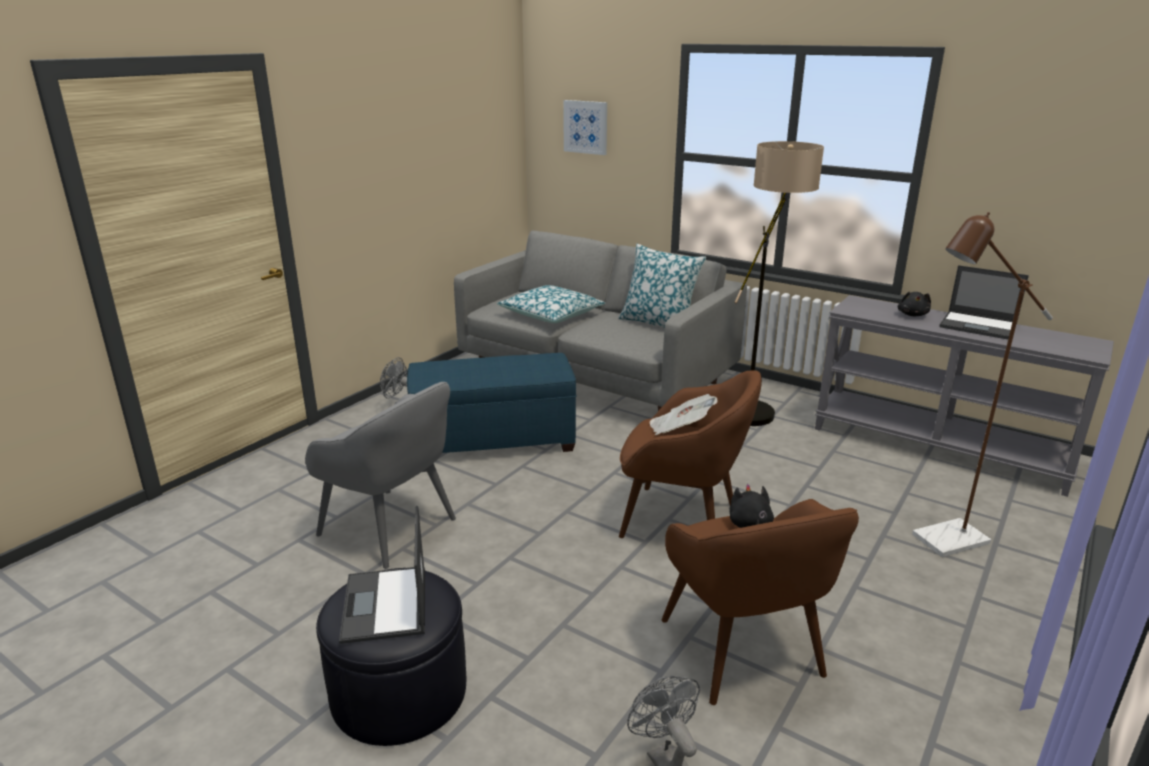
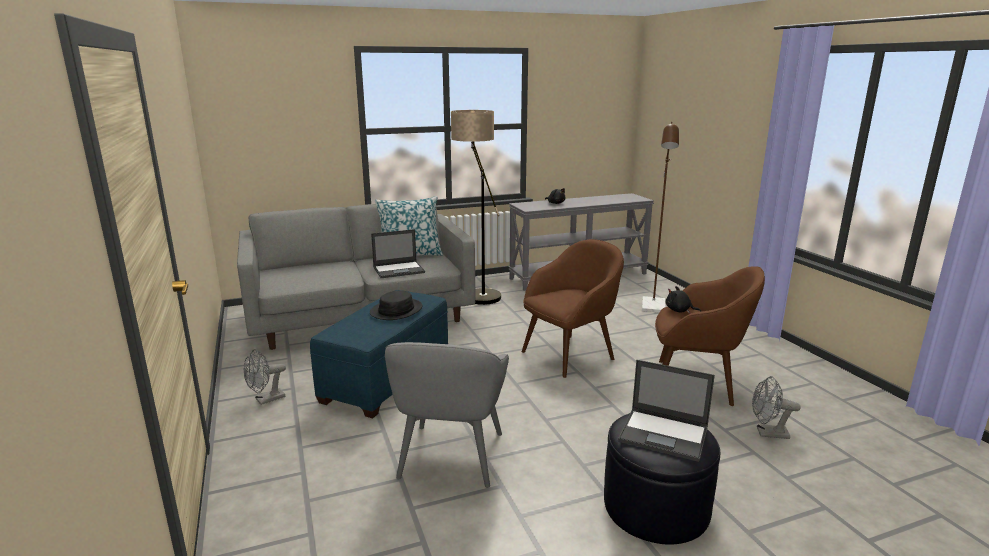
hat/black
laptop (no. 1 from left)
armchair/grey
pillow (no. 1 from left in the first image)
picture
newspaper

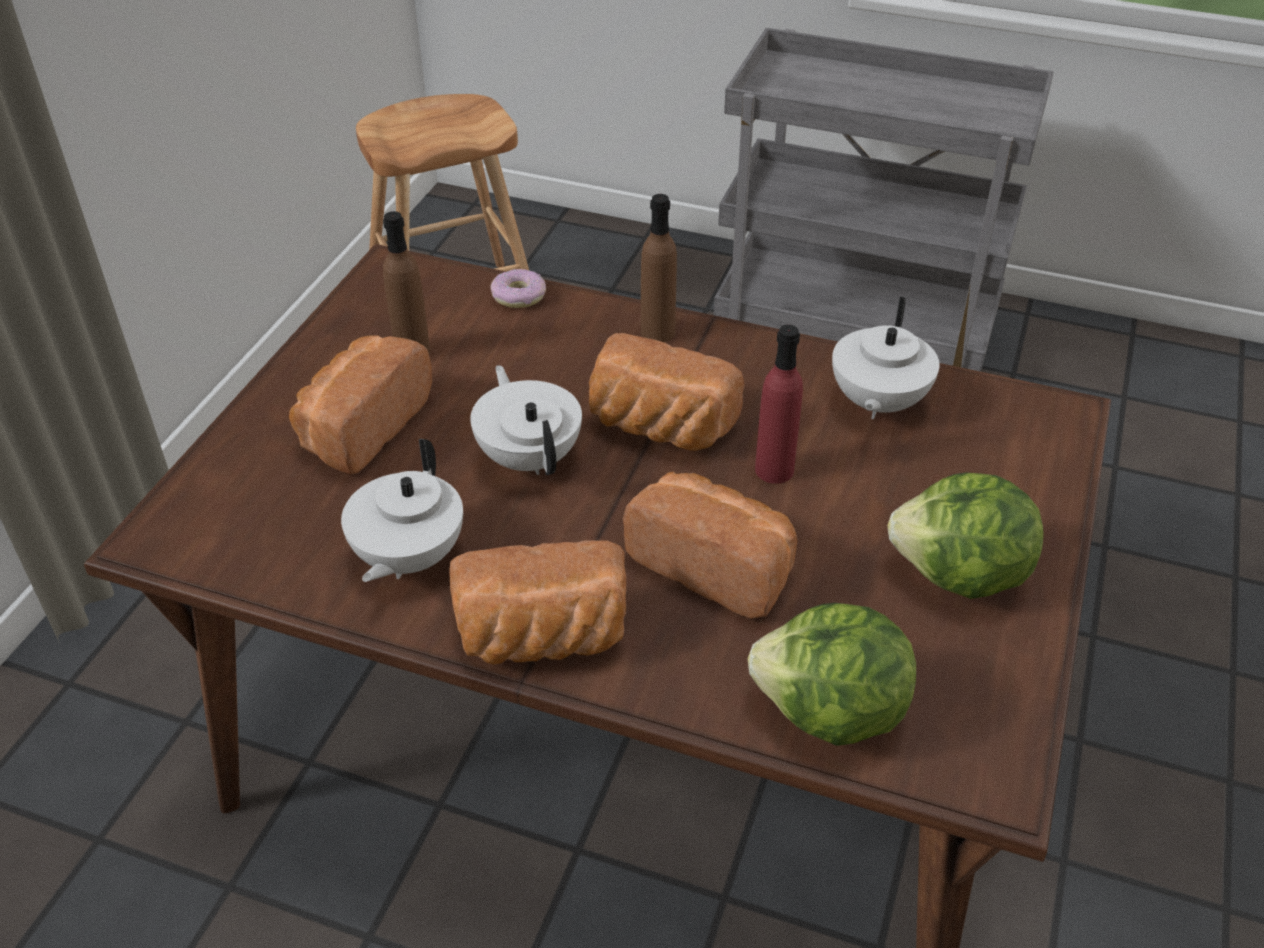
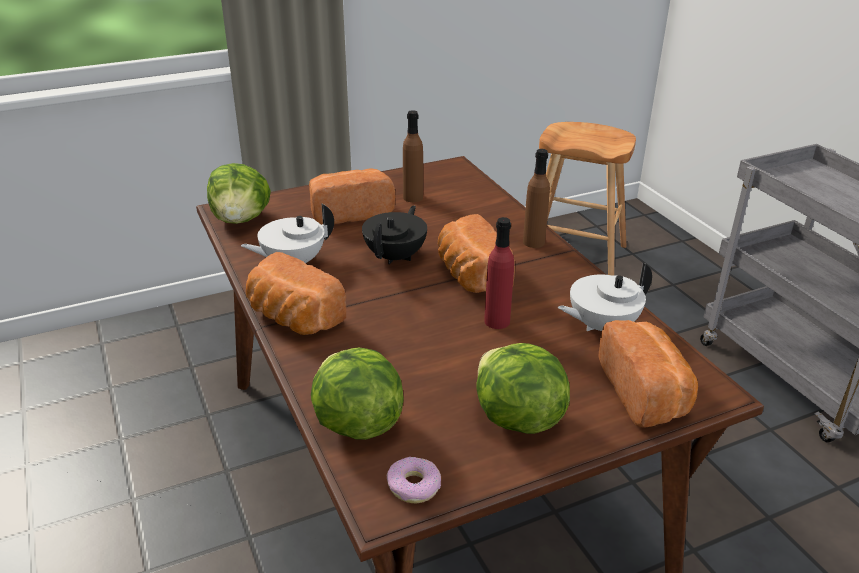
lettuce (no. 1 from left)
teapot/black
donut
bread (no. 4 from left)

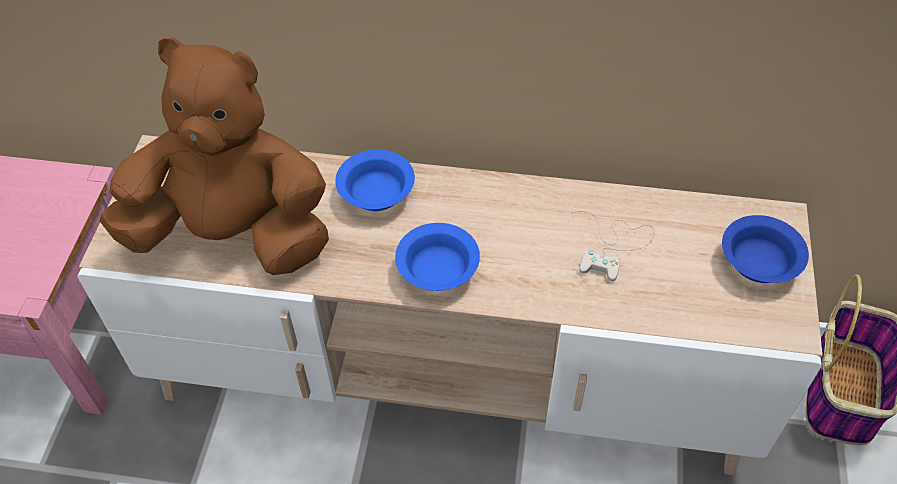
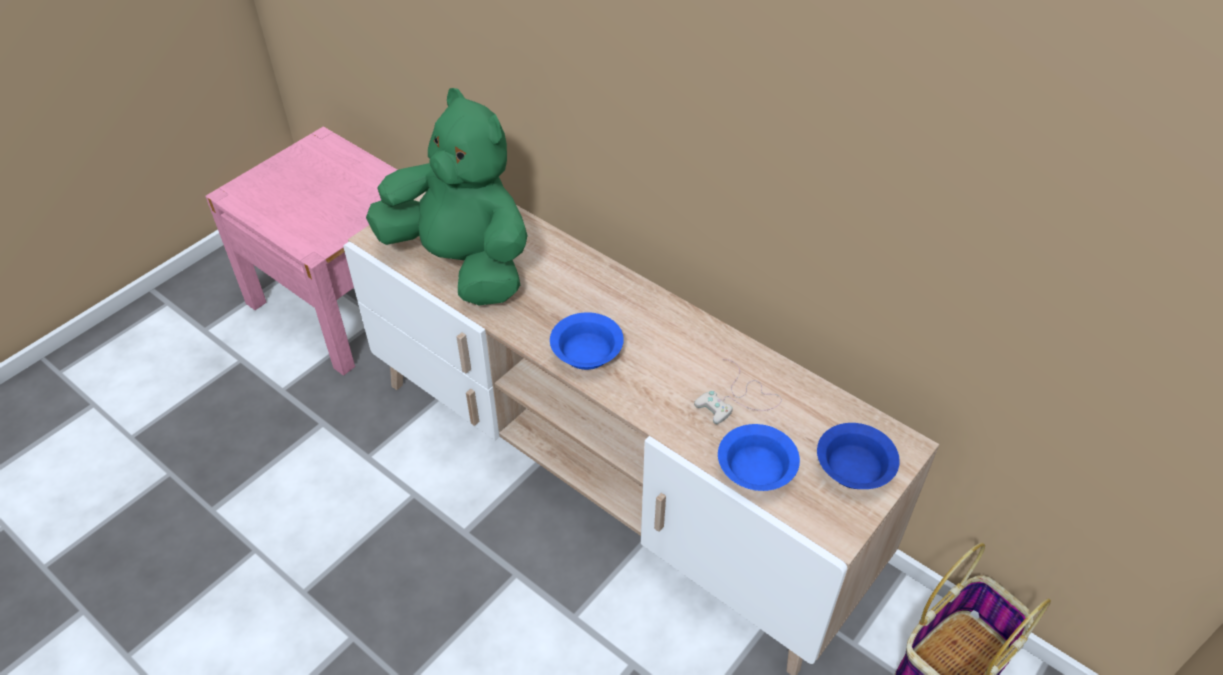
plush toy/green
bowl/blue (no. 2 from left)

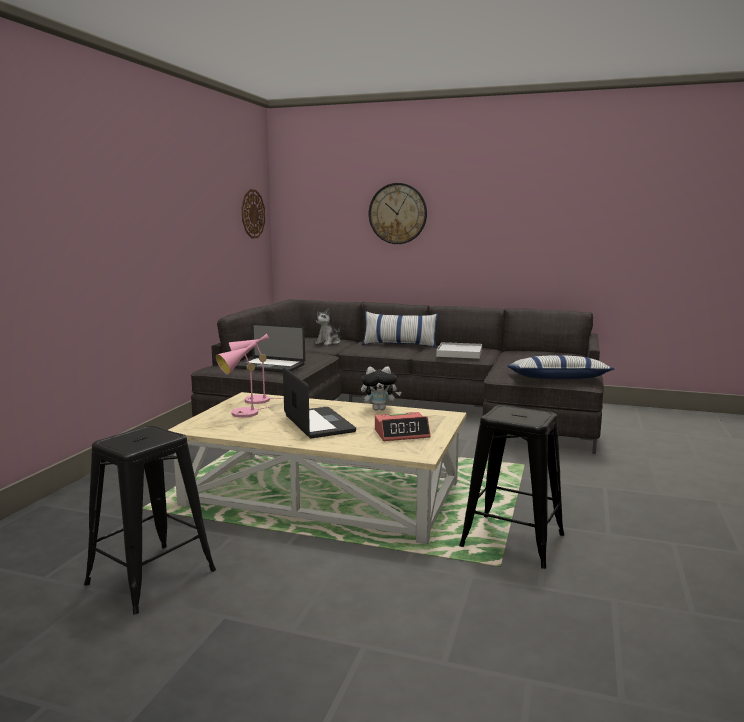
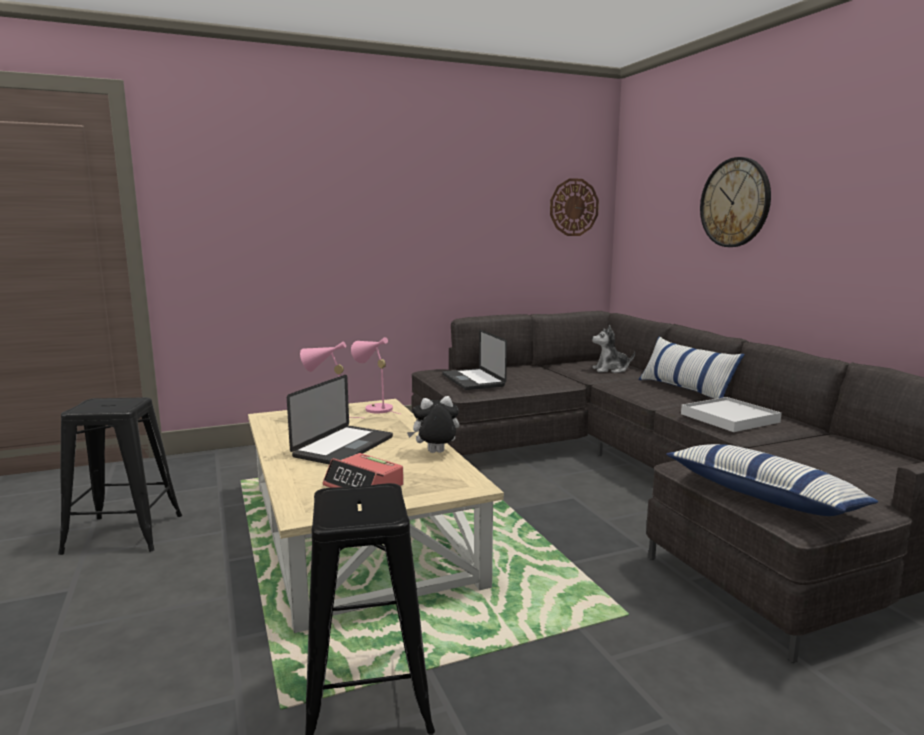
plush toy (no. 1 from left)

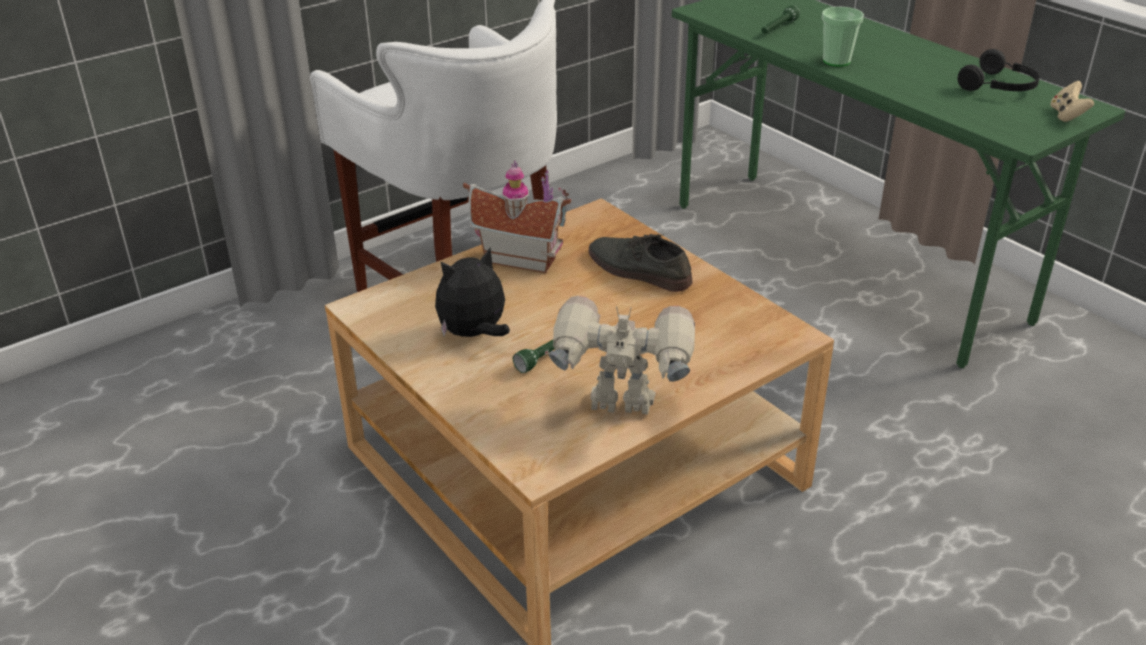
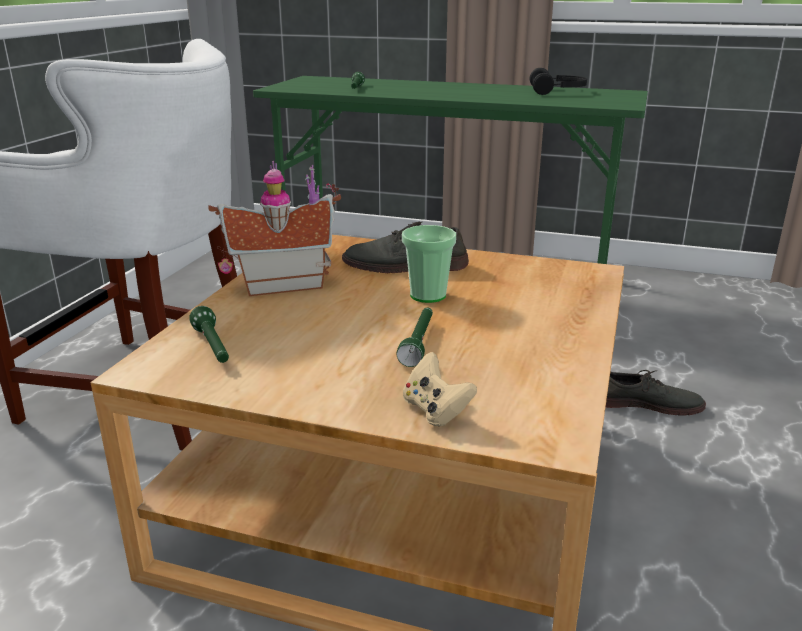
flashlight/green (no. 1 from left)
cup
game controller/beige
shoe/grey (no. 2 from left)
plush toy
toy robot

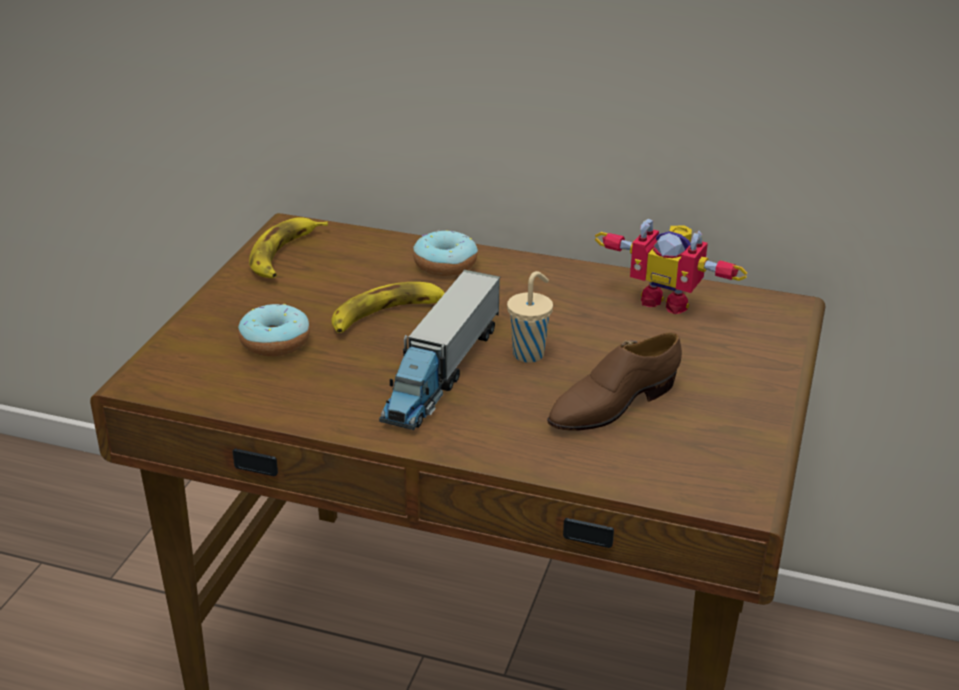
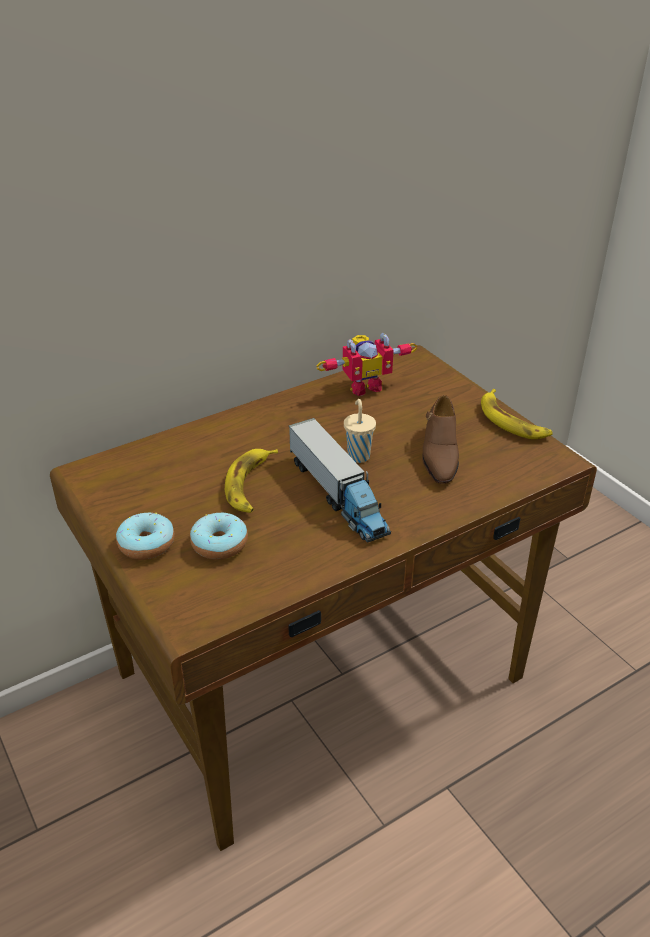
donut (no. 1 from left)
banana (no. 2 from left)

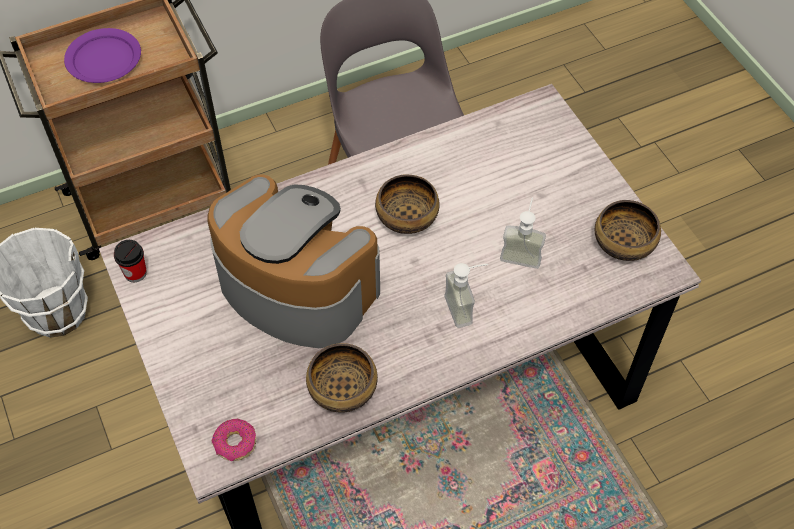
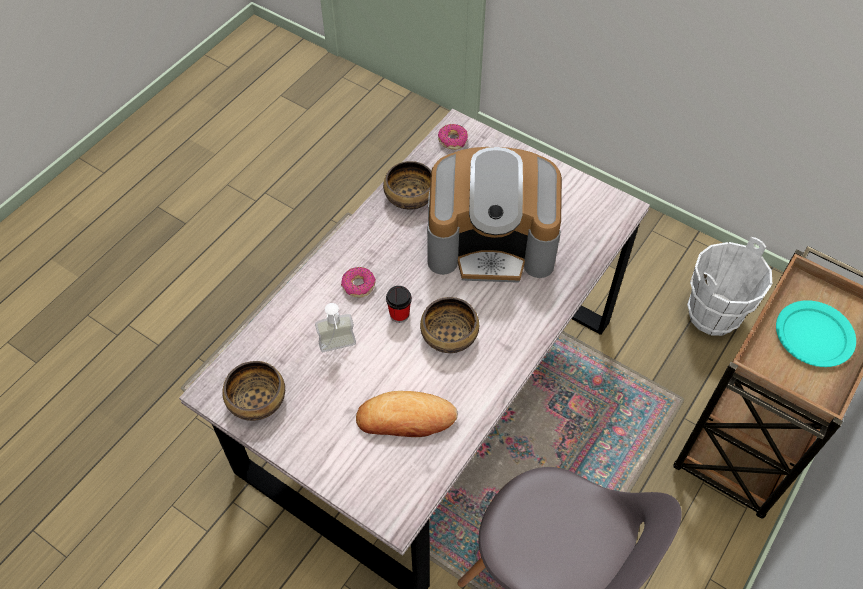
donut (no. 1 from left)
bread
cup
plate/turquoise

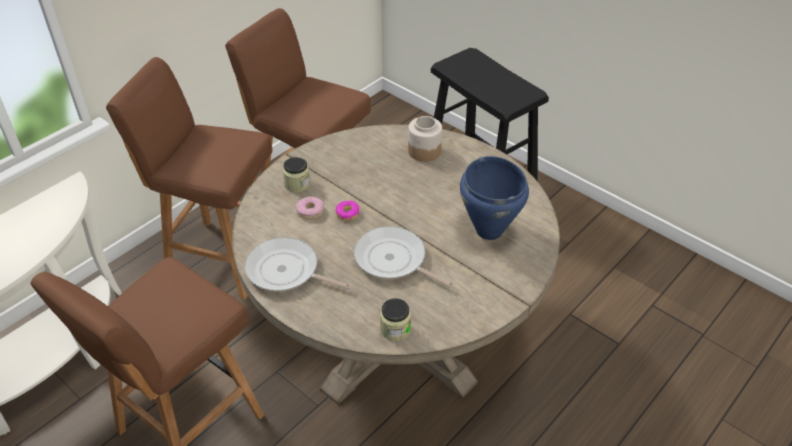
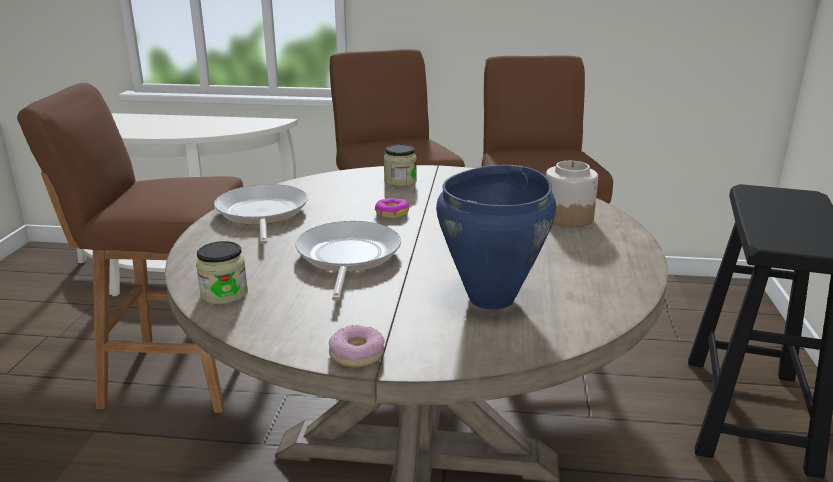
donut (no. 1 from left)

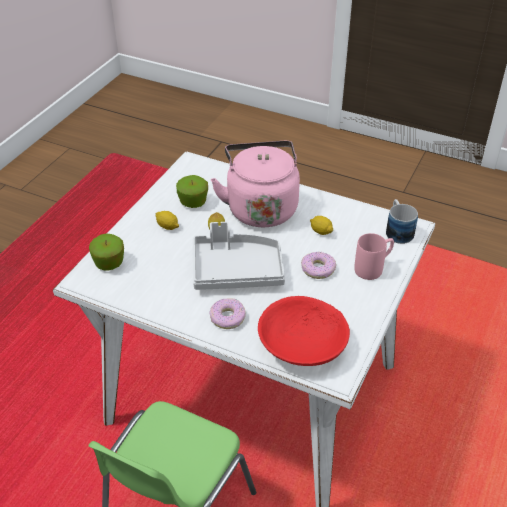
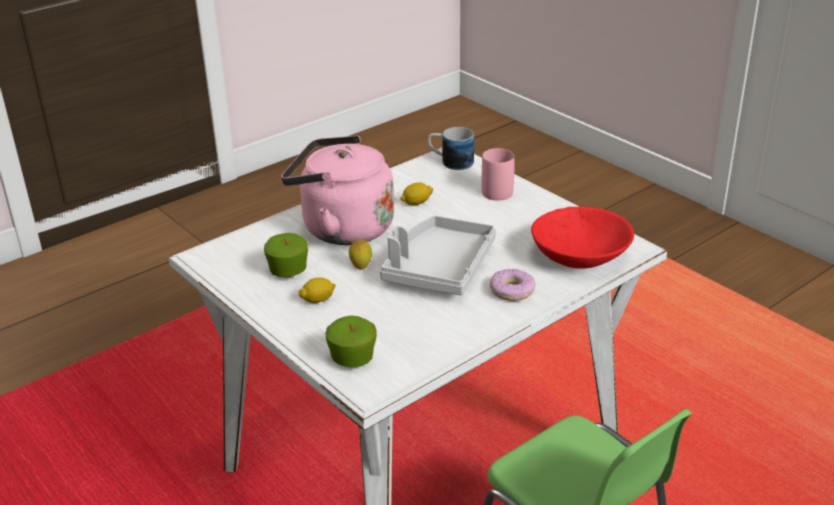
donut (no. 2 from left in the first image)

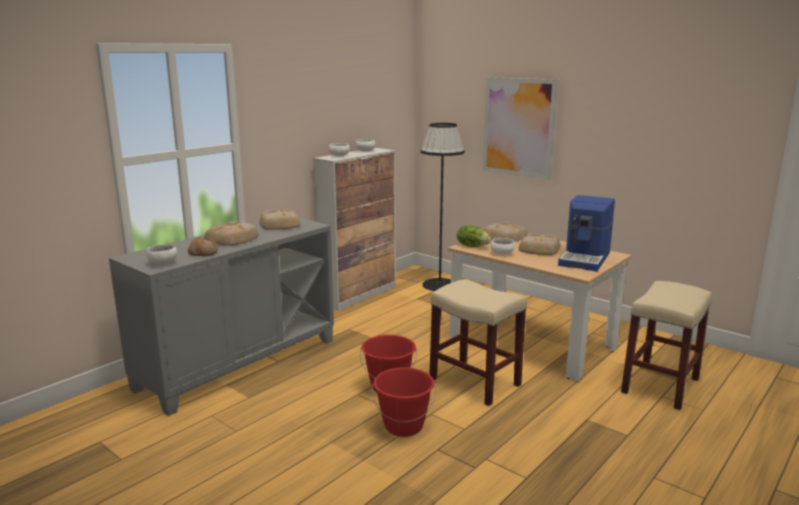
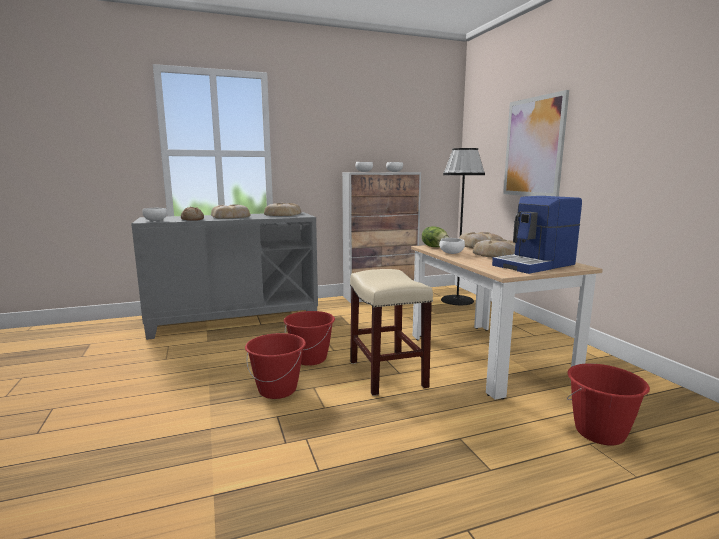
bucket/red (no. 3 from left)

